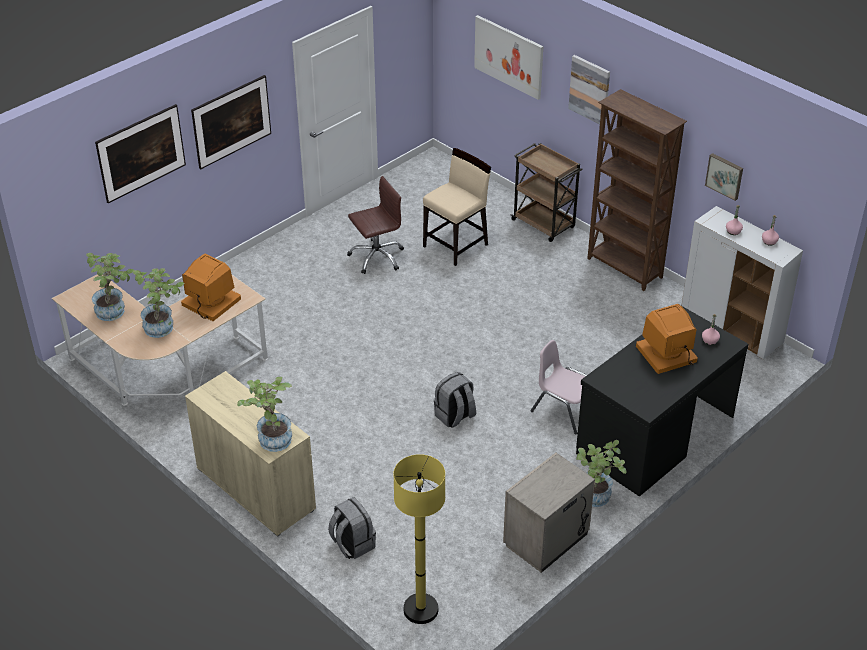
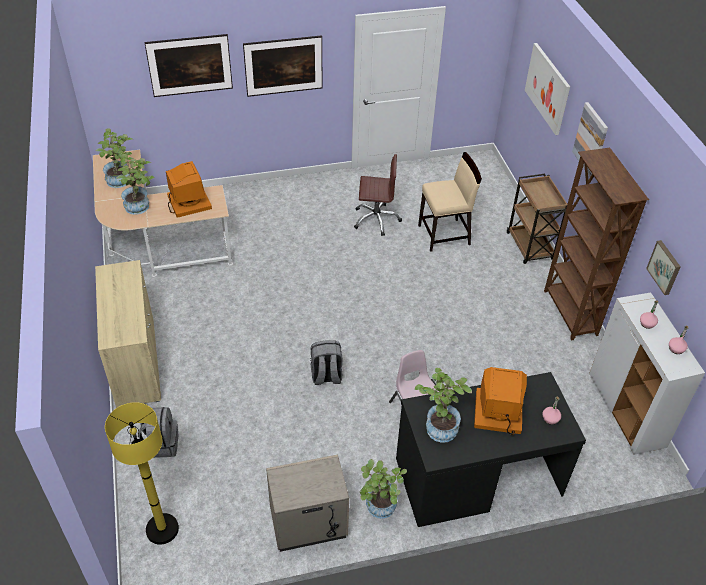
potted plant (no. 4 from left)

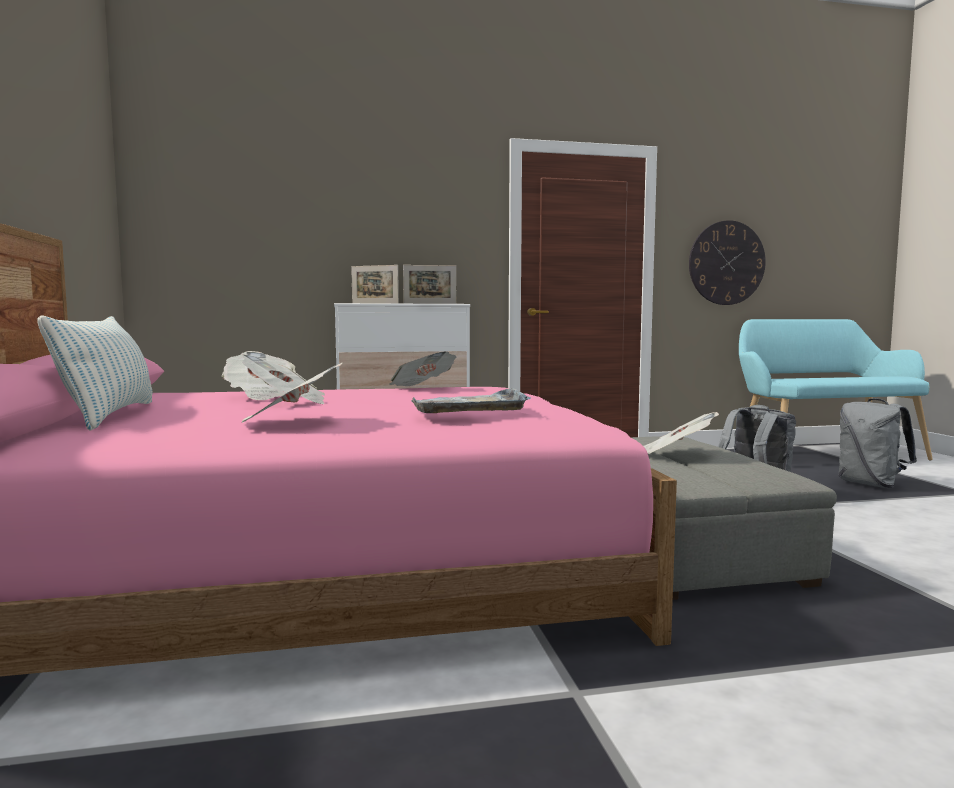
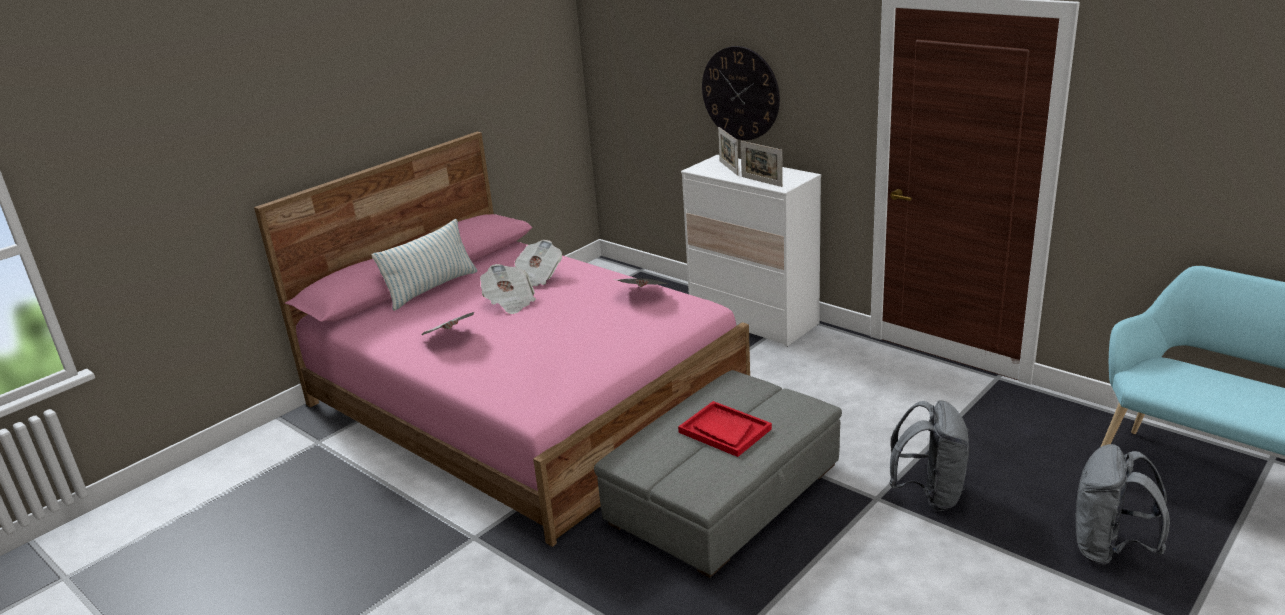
tray/red
wall clock
tray/grey

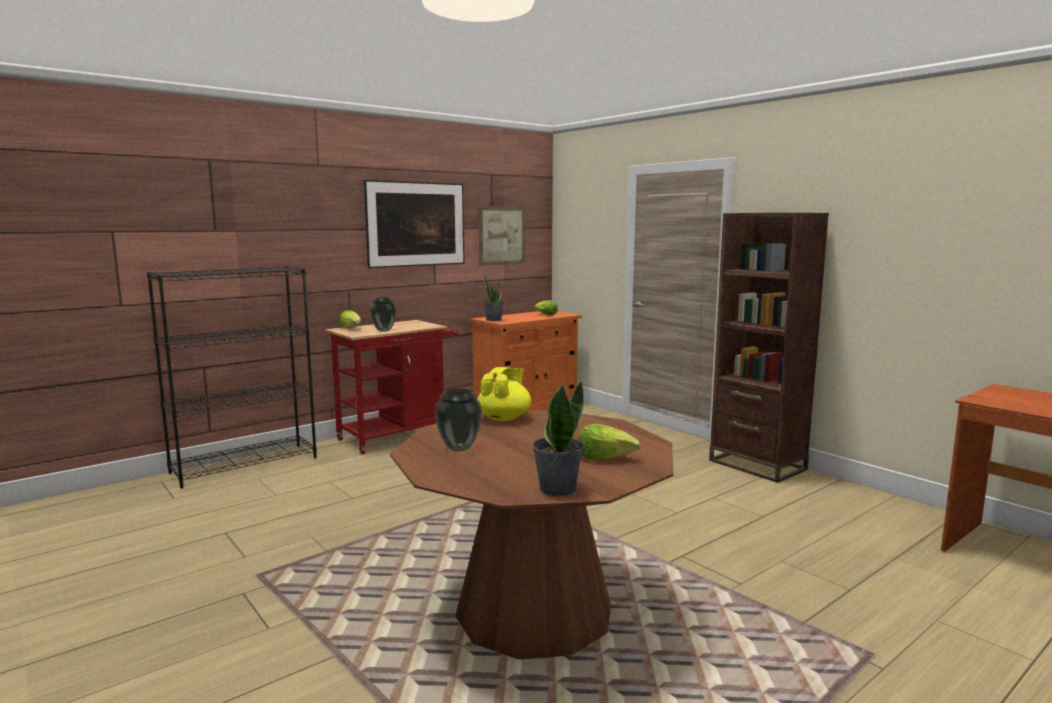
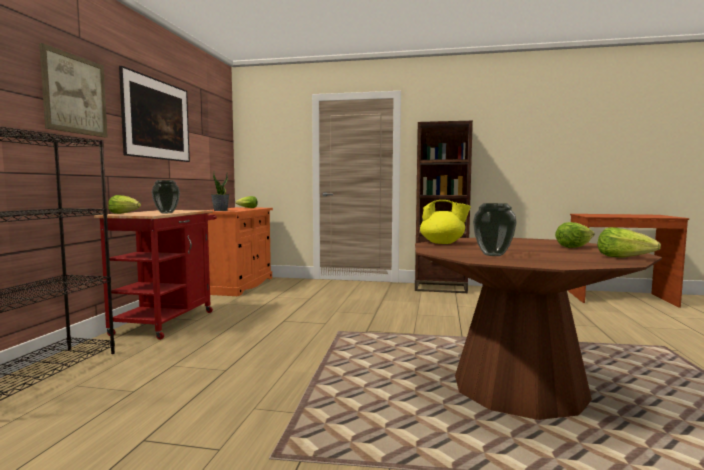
picture (no. 1 from left)
teapot/yellow
lettuce (no. 4 from left)

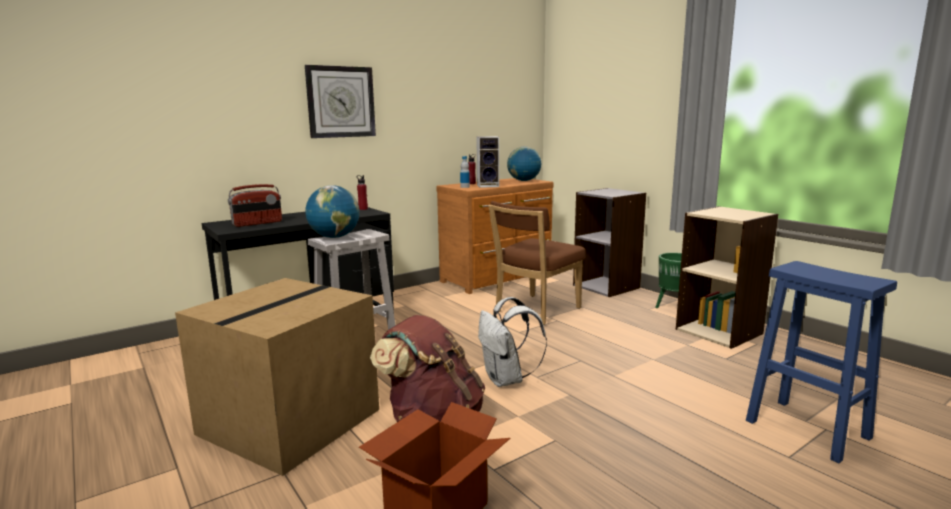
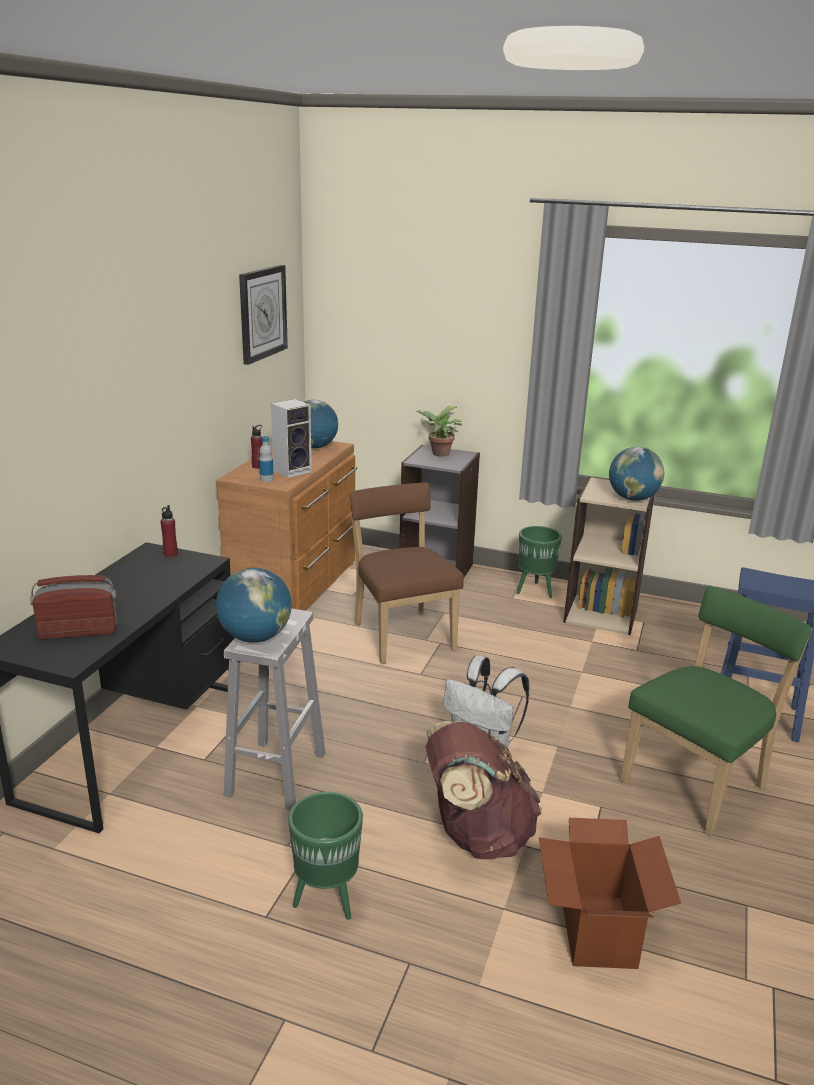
radio
wall clock
planter/green (no. 1 from left)
chair/brown
potted plant
globe (no. 3 from left)
chair/green

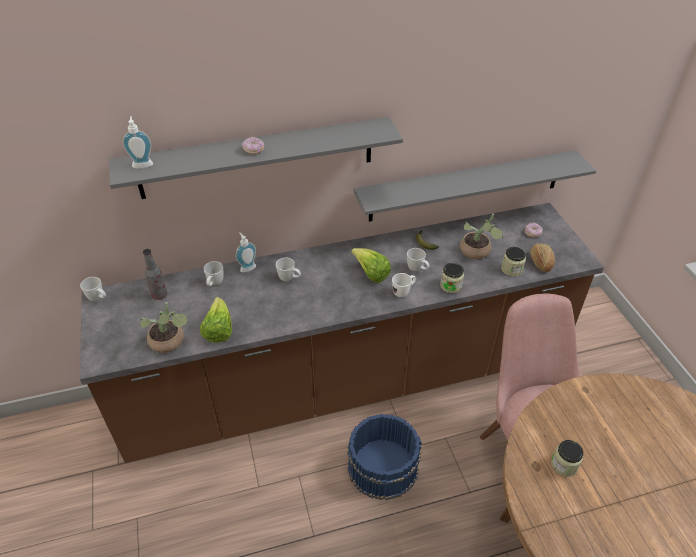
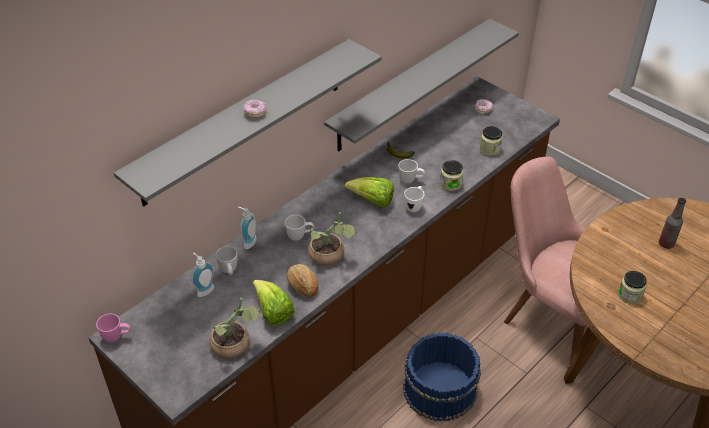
mug/pink
soap dispenser (no. 1 from left)
bread
potted plant (no. 2 from left)
bottle

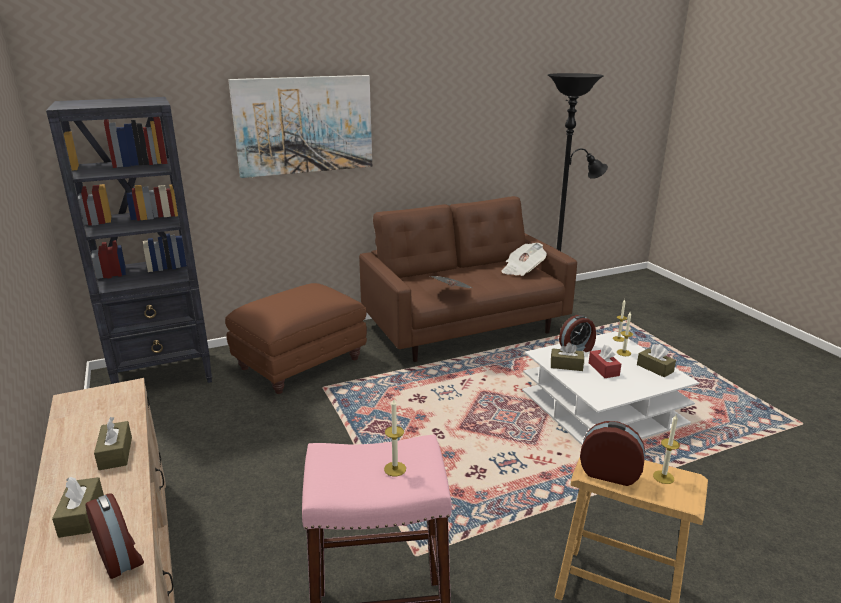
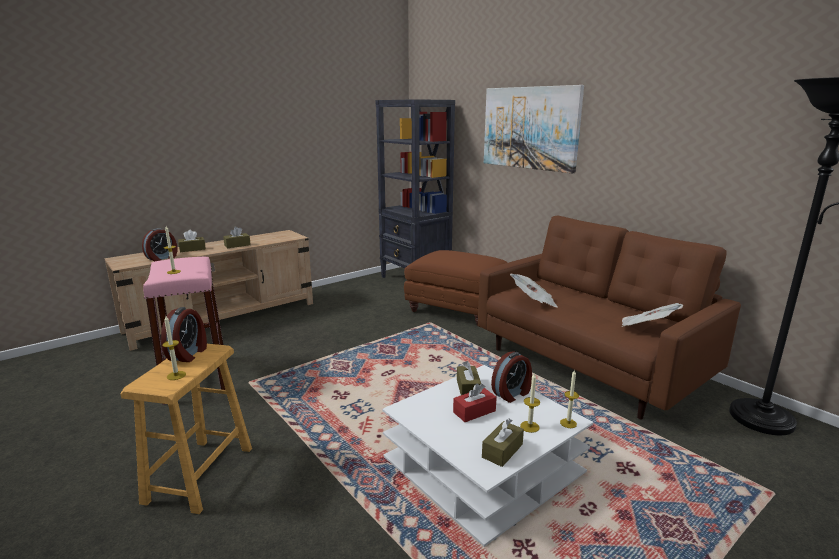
alarm clock (no. 3 from left)

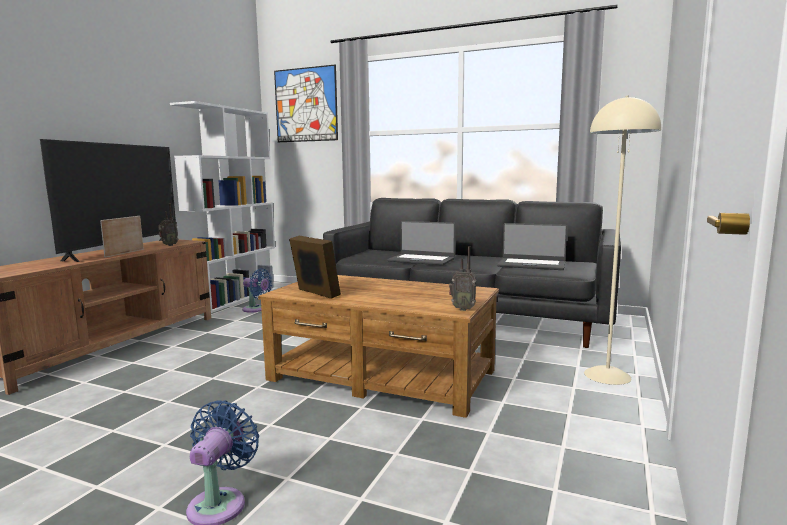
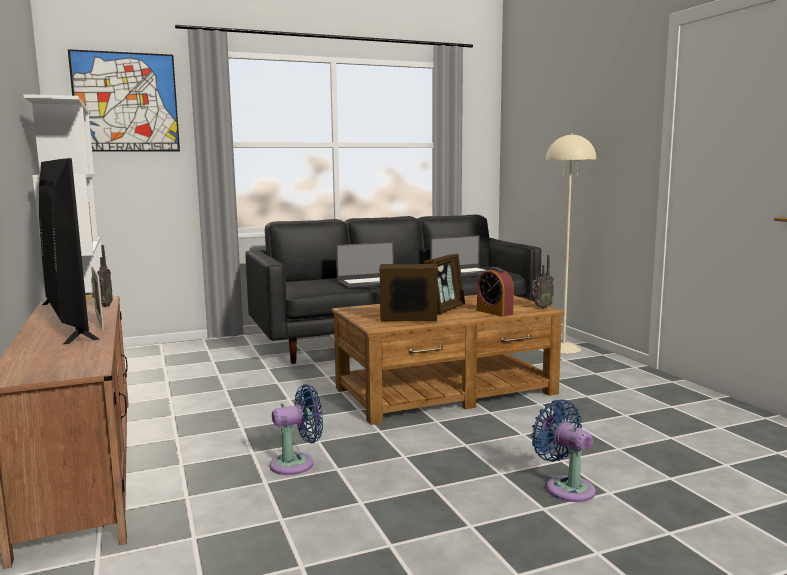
fan/blue (no. 1 from left)
picture frame (no. 3 from left)
alarm clock

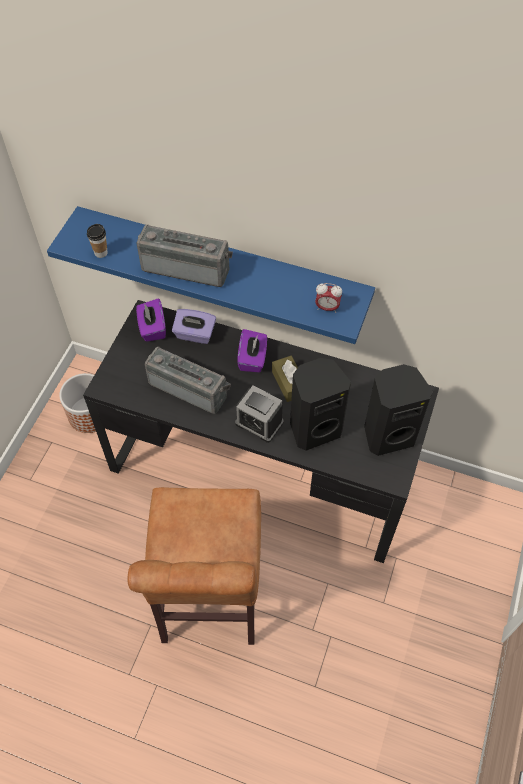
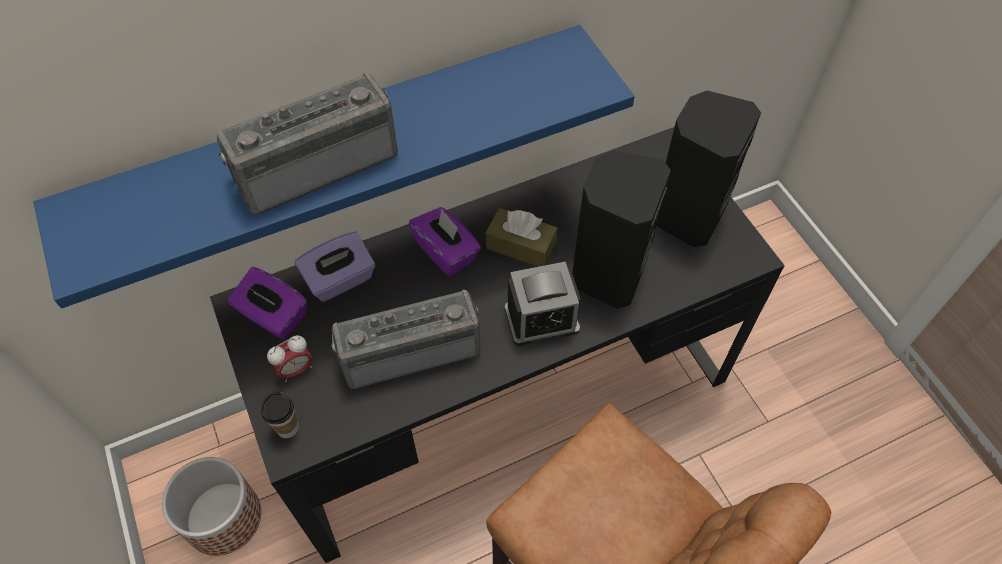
cup
alarm clock (no. 1 from left)

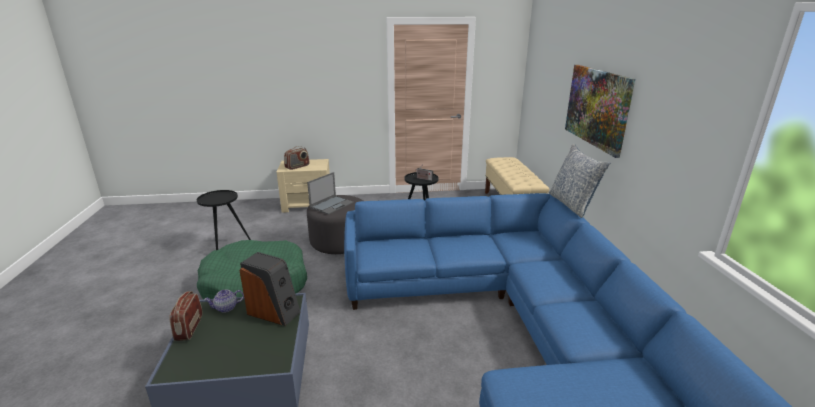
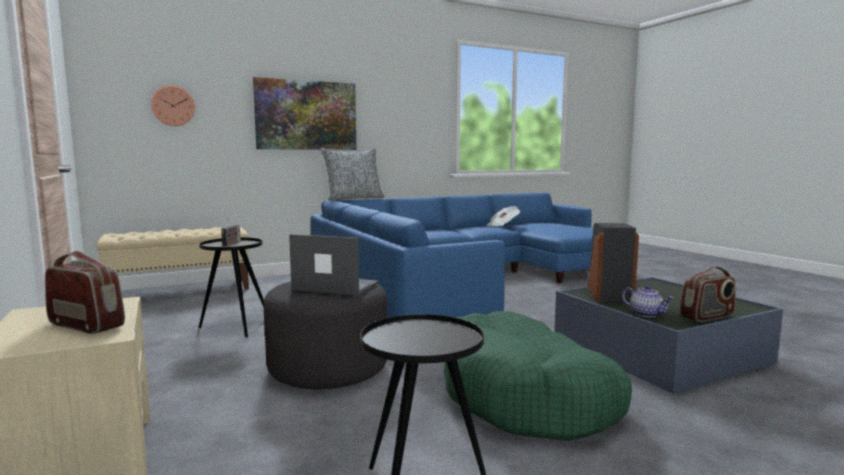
wall clock
newspaper

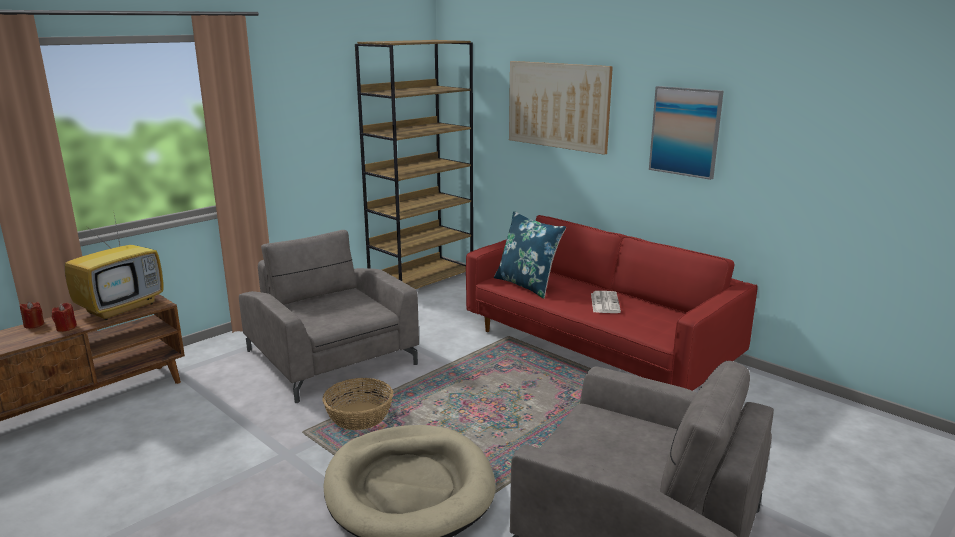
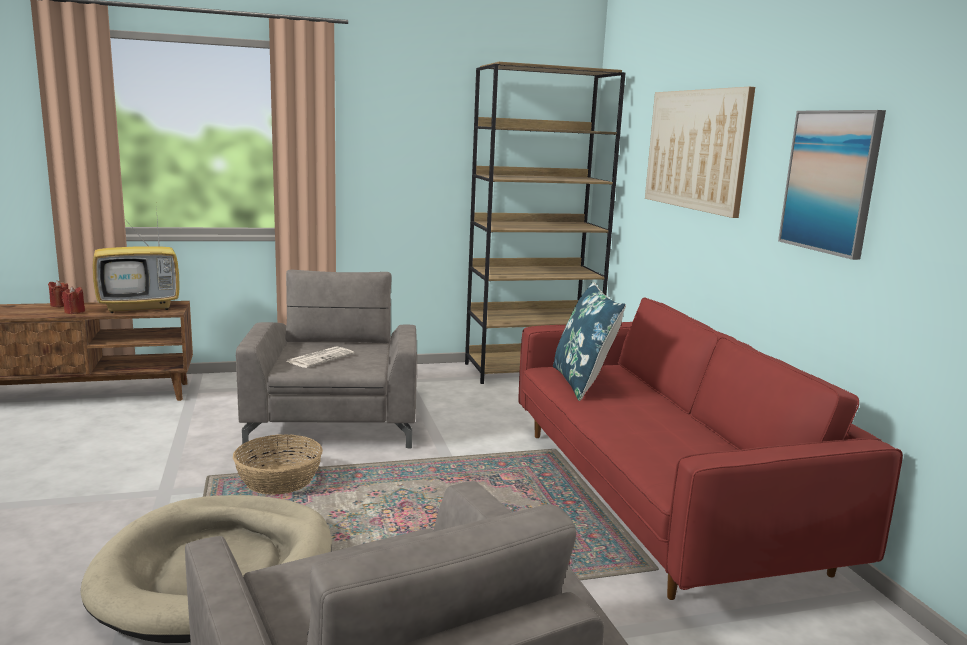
newspaper

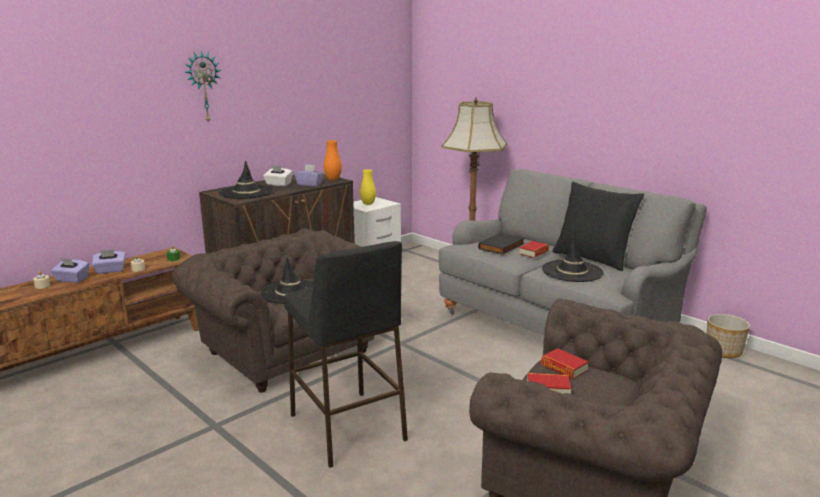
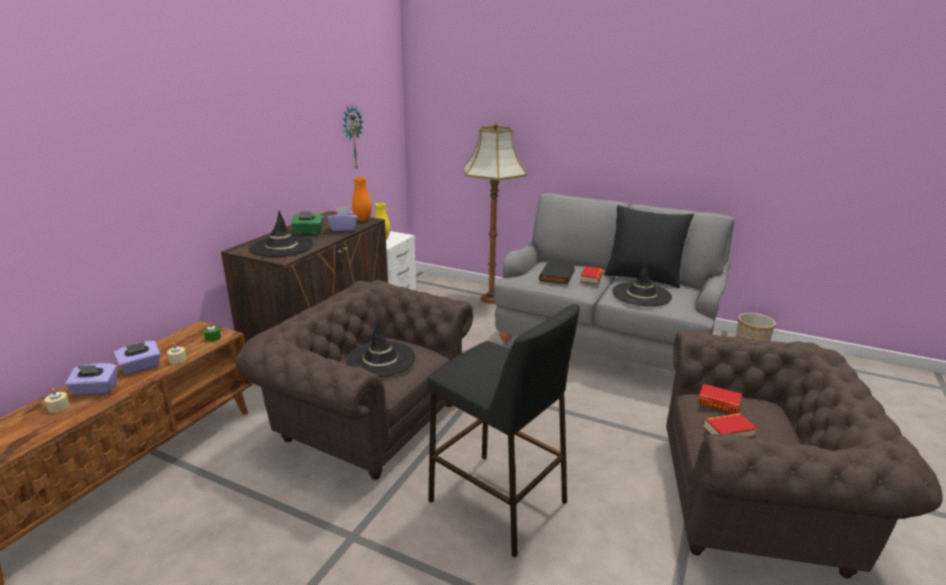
tissue box/green
wall clock

